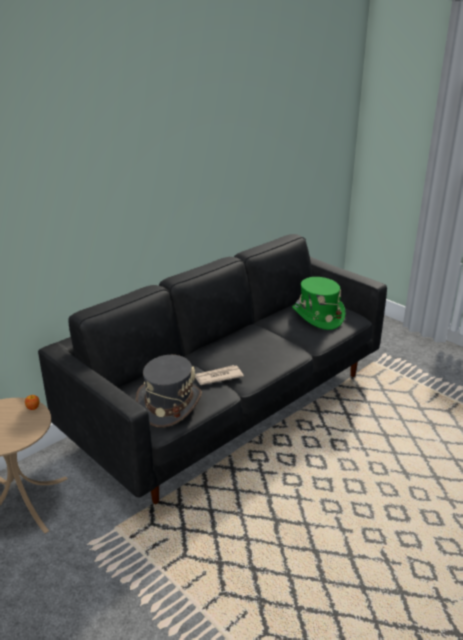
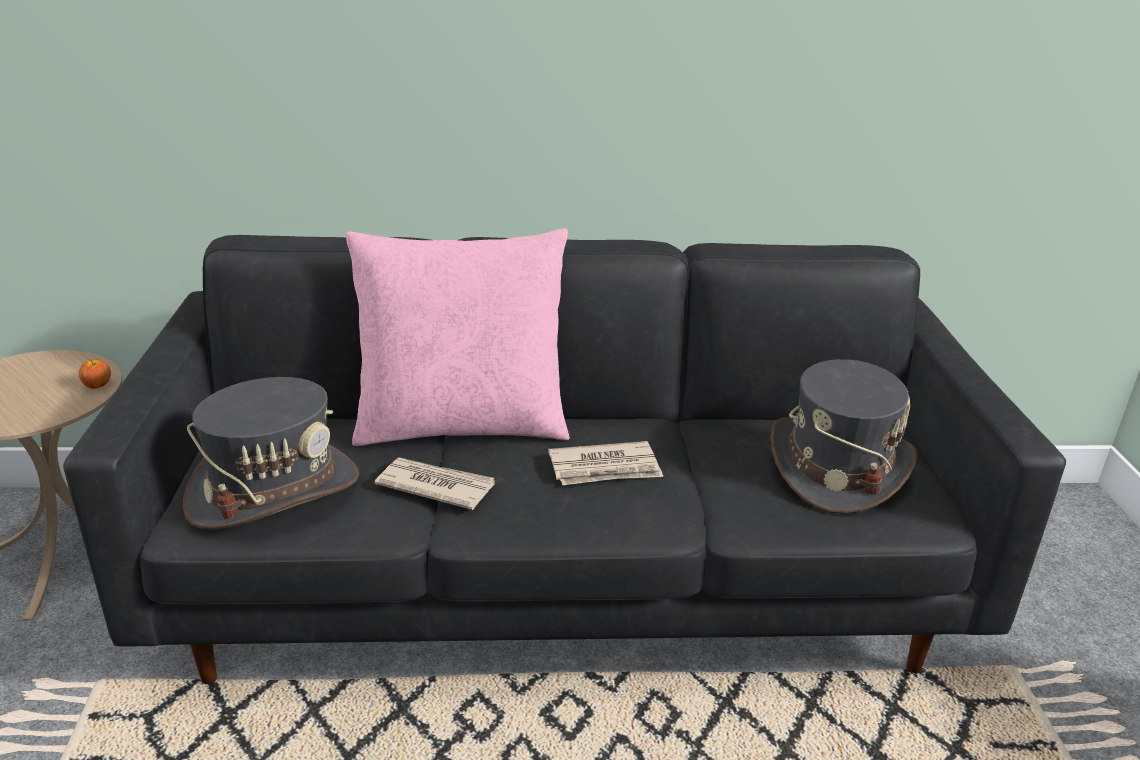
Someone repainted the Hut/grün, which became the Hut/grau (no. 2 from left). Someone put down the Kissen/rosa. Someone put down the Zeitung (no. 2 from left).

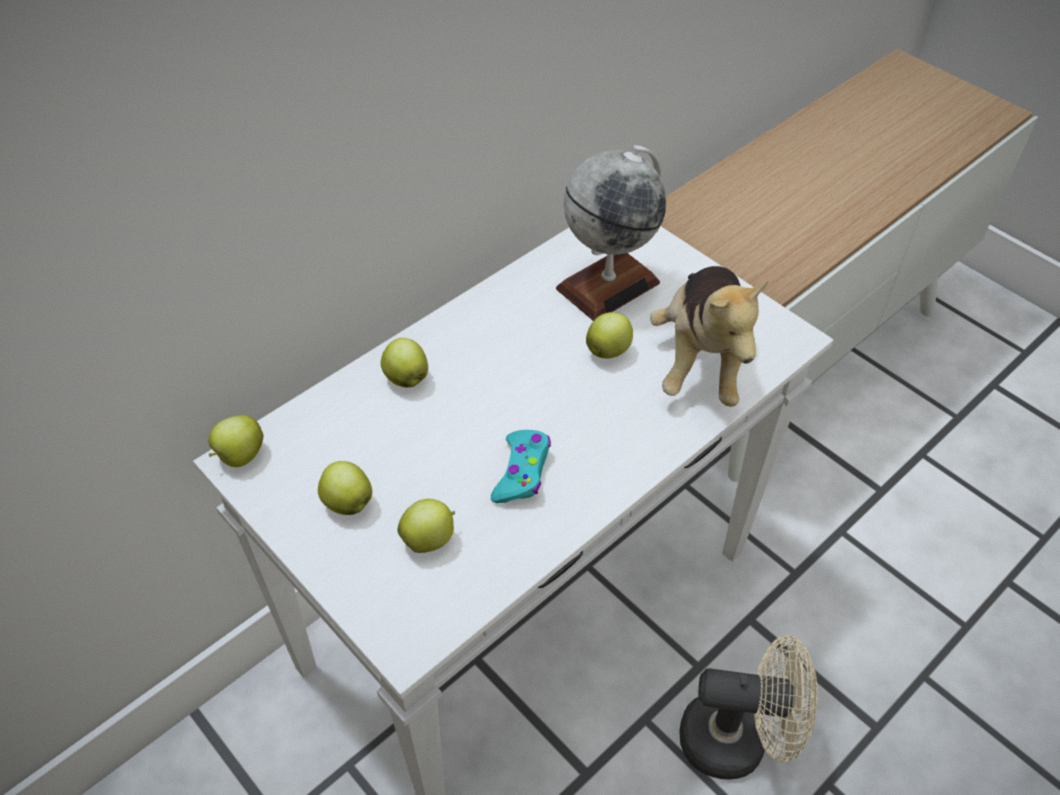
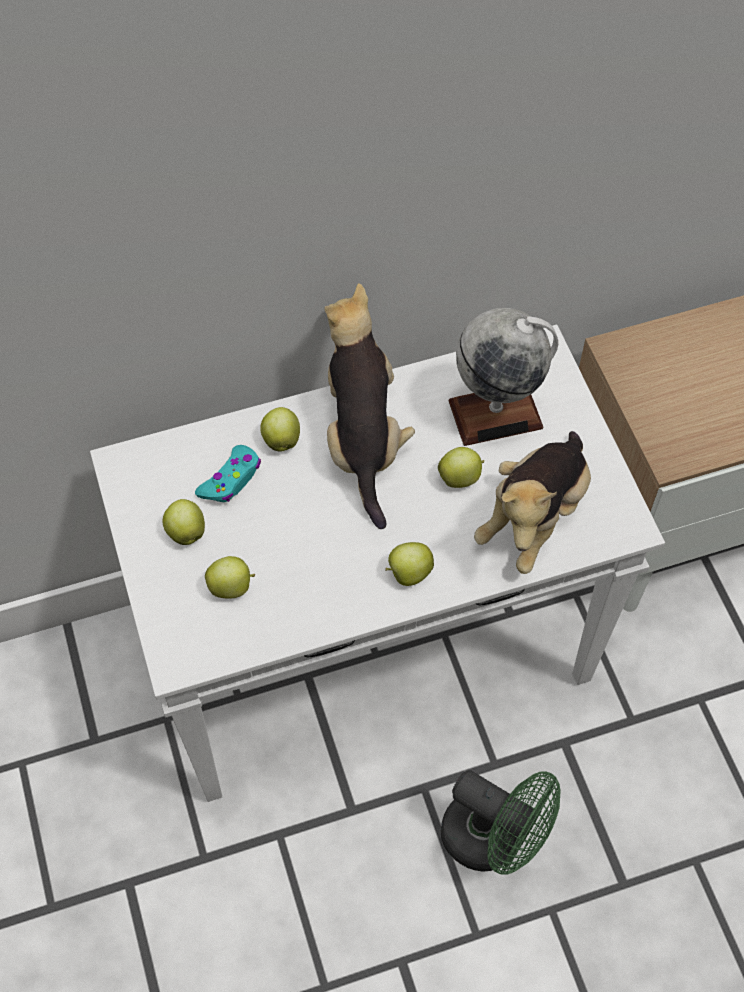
Someone carried the Apfel (no. 1 from left in the first image). Someone carried the Gamepad/türkis. Someone repainted the Ventilator/beige, which became the Ventilator/grün. Someone put down the Plüschtier (no. 1 from left).

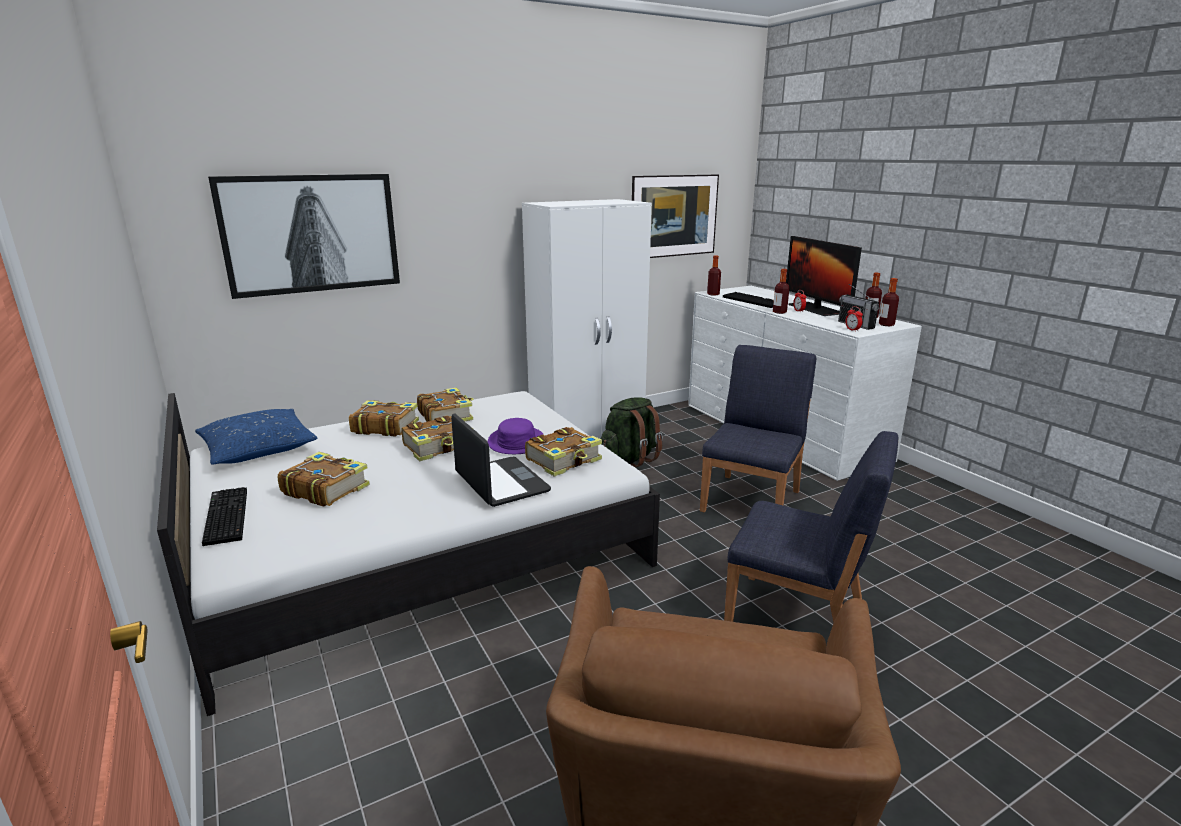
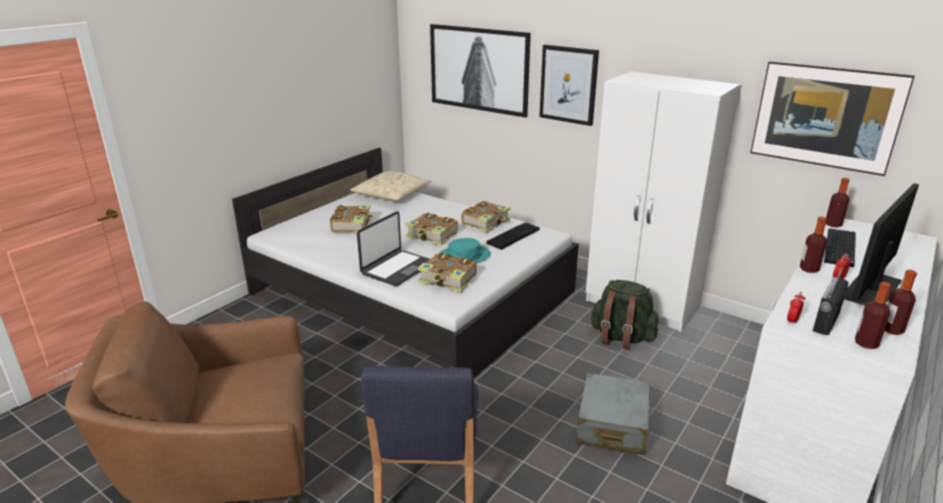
Someone swapped the Stuhl/blau (no. 1 from left) for the Koffer/grau. Someone took away the Buch (no. 2 from left). Someone repainted the Kissen/blau, which became the Kissen/beige. Someone repainted the Hut/lila, which became the Hut/türkis. Someone carried the Tastatur (no. 1 from left). Someone put up the Bild (no. 2 from left).

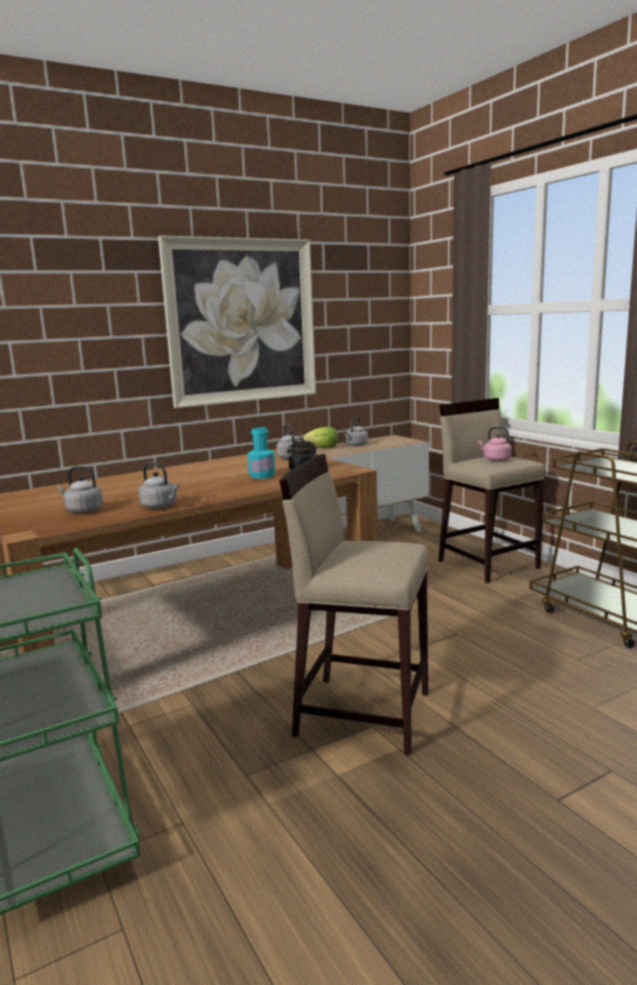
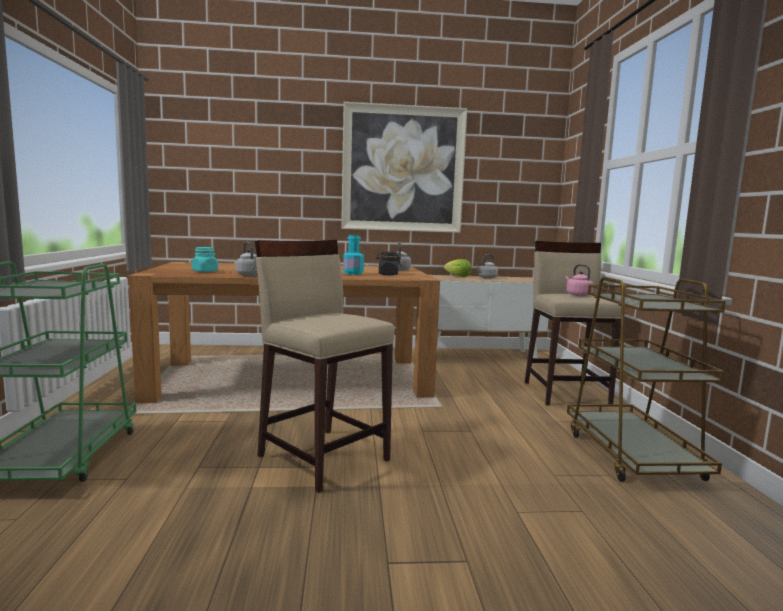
Someone swapped the Wasserkessel/grau (no. 1 from left) for the Vorratsglas/türkis.

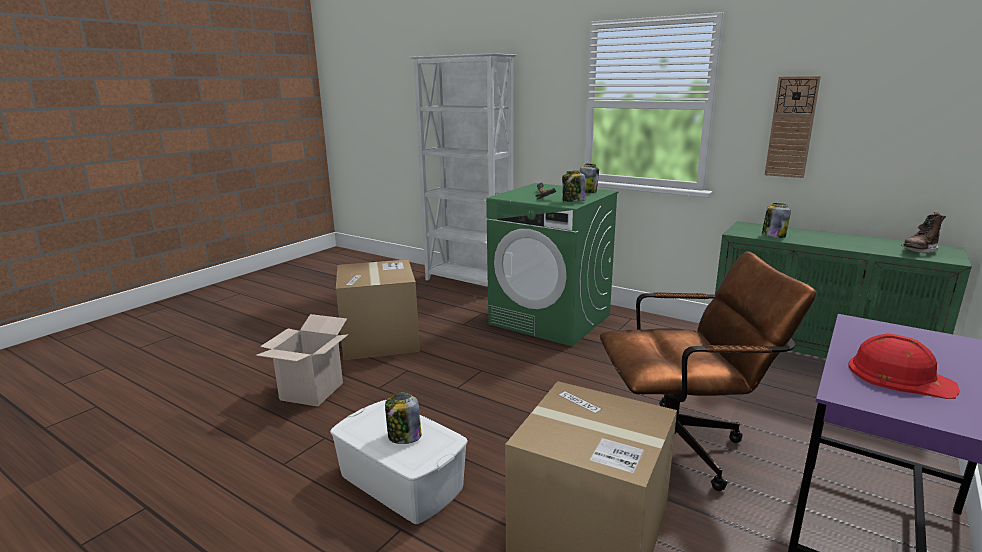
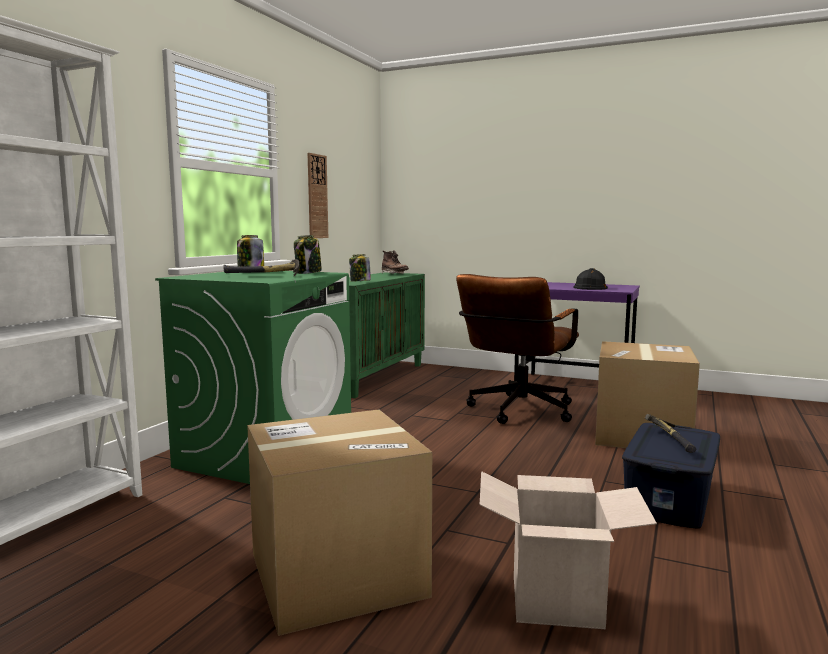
Someone rotated the Bürostuhl/braun by 135 degrees counterclockwise. Someone repainted the Schutzhelm/rot, which became the Schutzhelm/schwarz. Someone swapped the Vorratsglas (no. 1 from left) for the Hammer (no. 2 from left). Someone repainted the Aufbewahrungsbox/weiß, which became the Aufbewahrungsbox/blau.

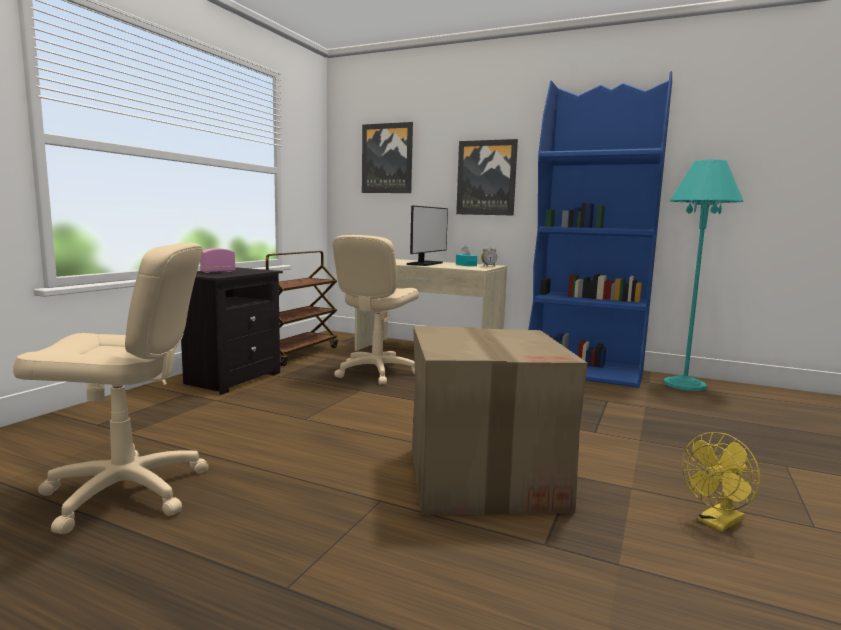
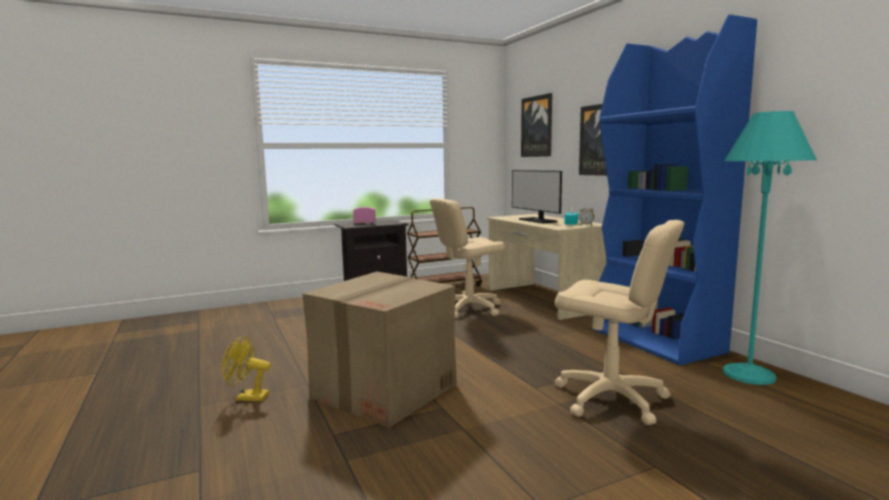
Someone rotated the Monitor by 90 degrees clockwise. Someone carried the Bürostuhl/beige (no. 1 from left in the first image). Someone carried the Ventilator/gelb.

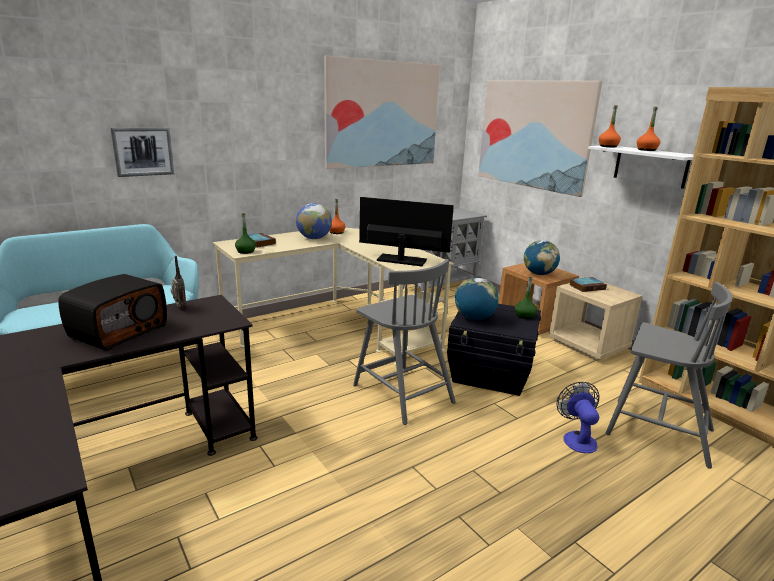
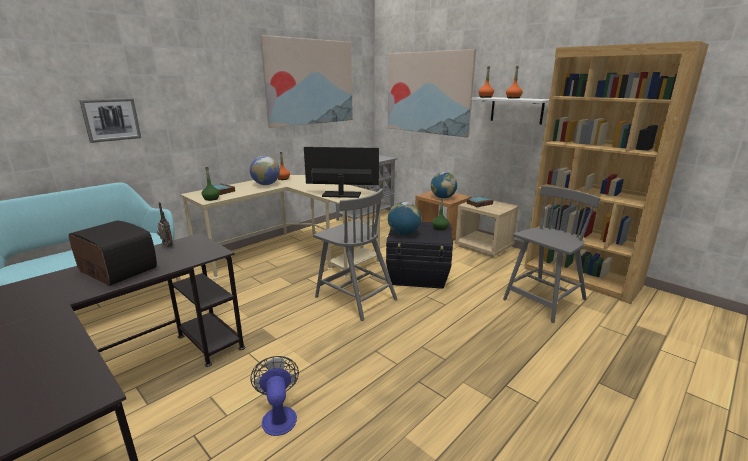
Someone rotated the Radio (no. 1 from left) by 75 degrees counterclockwise. Someone rotated the Stuhl/grau (no. 2 from left) by 60 degrees counterclockwise. Someone carried the Ventilator.

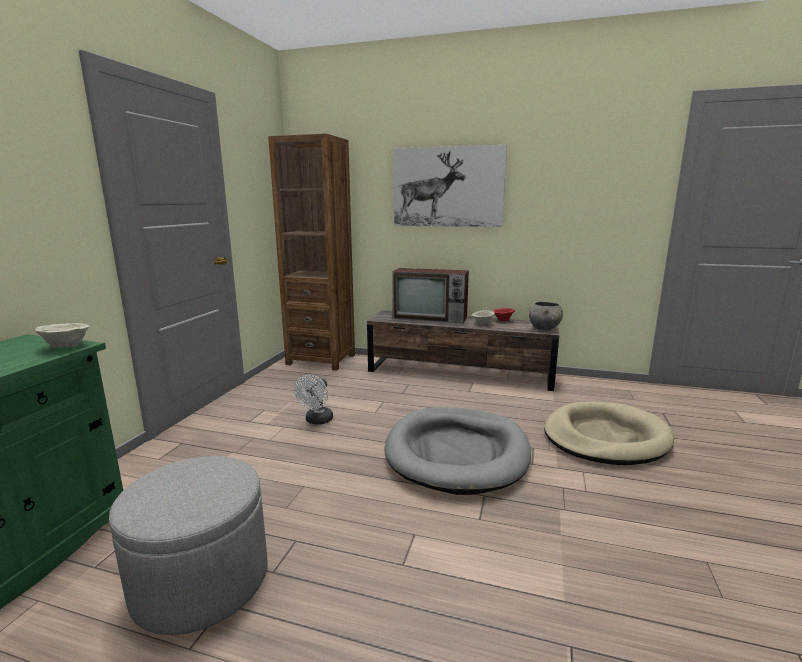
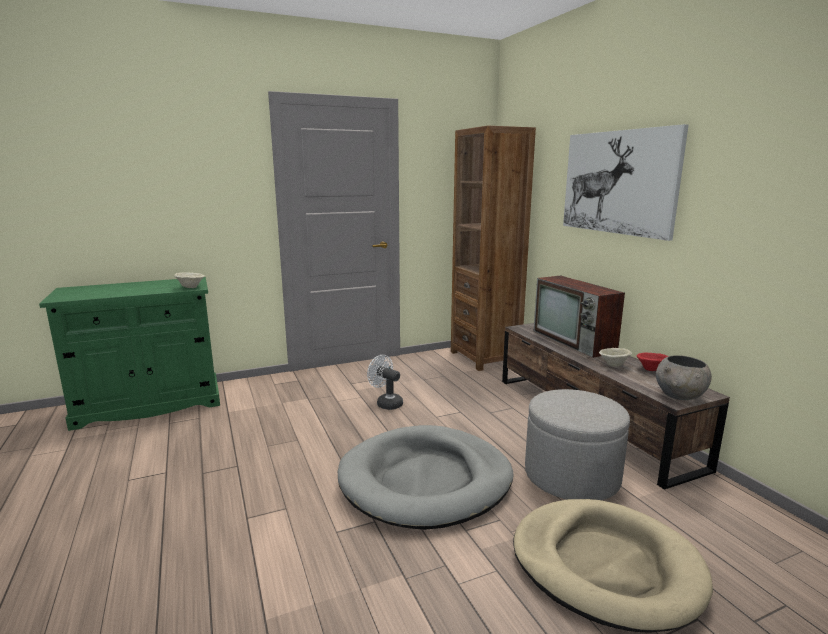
Someone rotated the Ventilator/weiß by 60 degrees clockwise. Someone carried the Polsterhocker/grau.

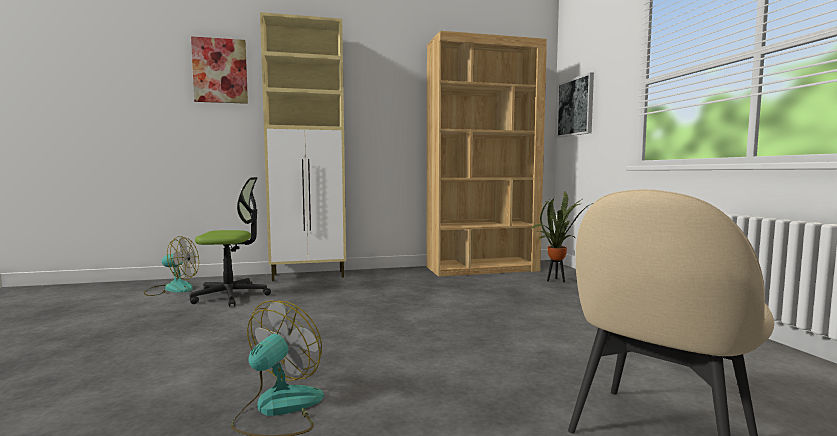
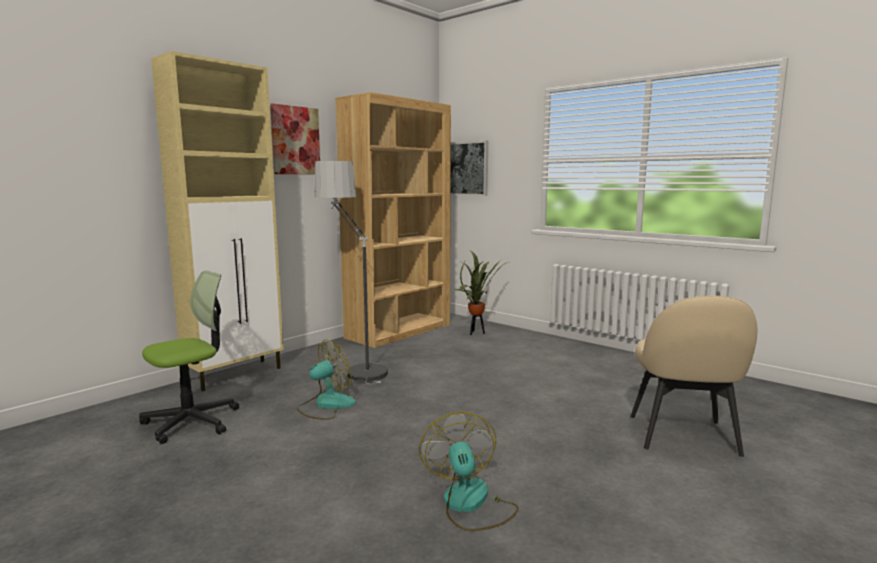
Someone carried the Bild (no. 1 from left). Someone carried the Ventilator (no. 1 from left). Someone put down the Stehlampe.

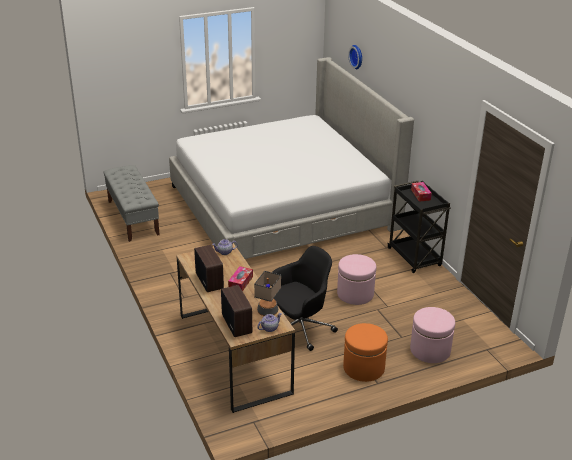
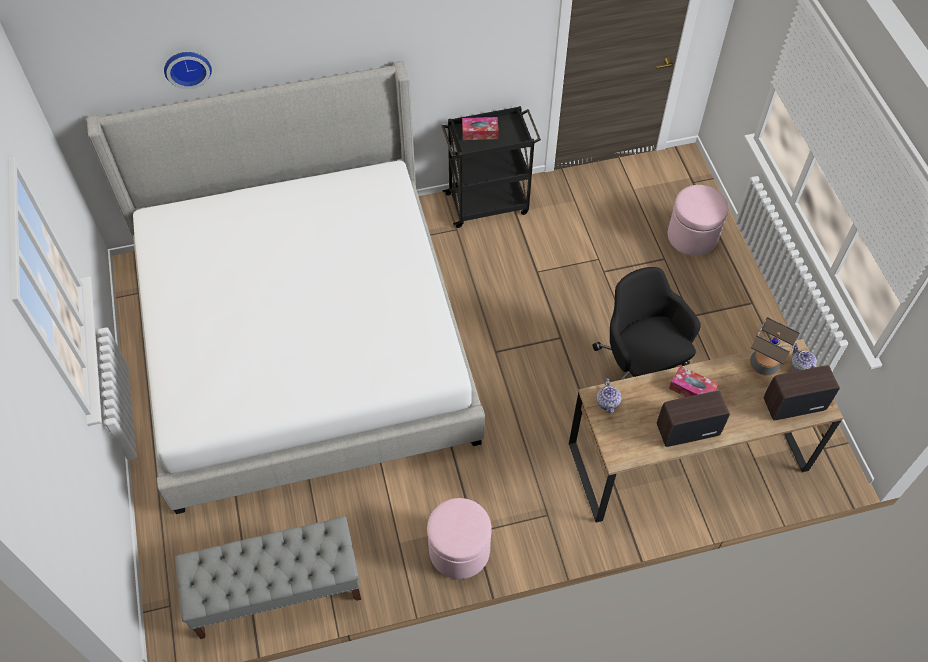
Someone carried the Polsterhocker/rosa (no. 1 from left). Someone took away the Polsterhocker/orange.

